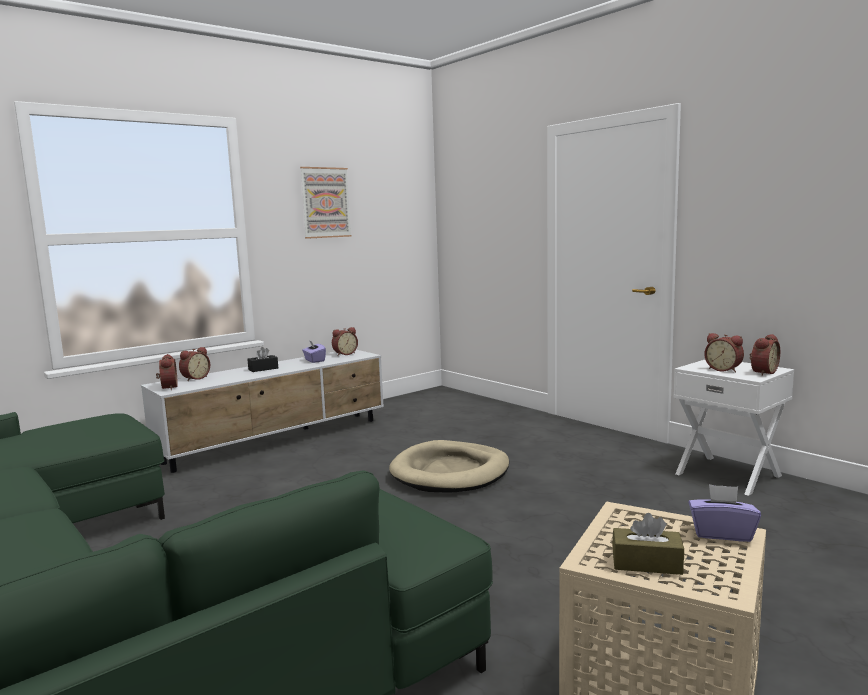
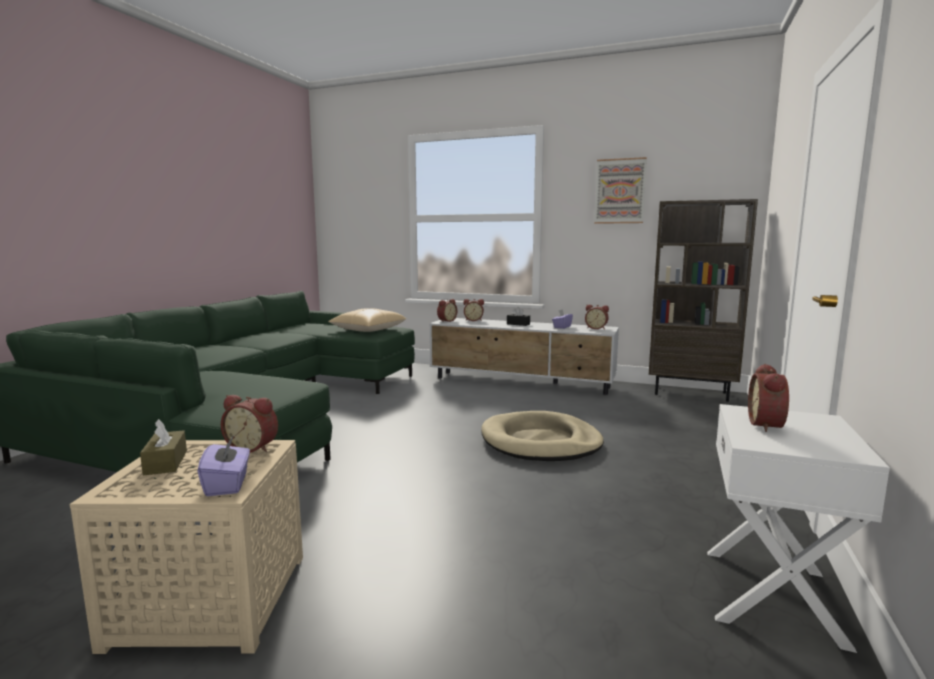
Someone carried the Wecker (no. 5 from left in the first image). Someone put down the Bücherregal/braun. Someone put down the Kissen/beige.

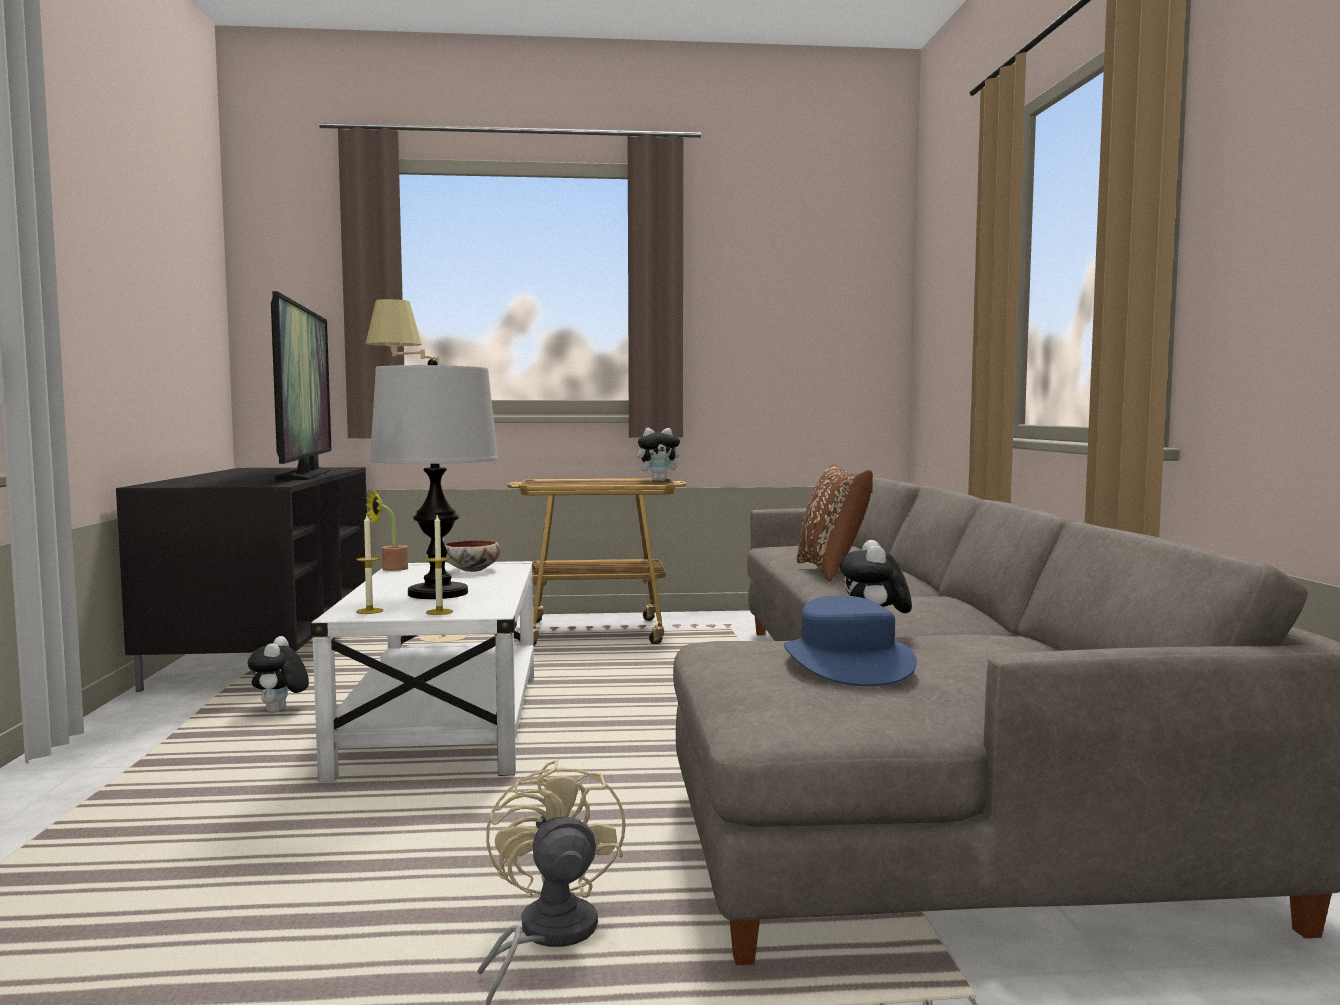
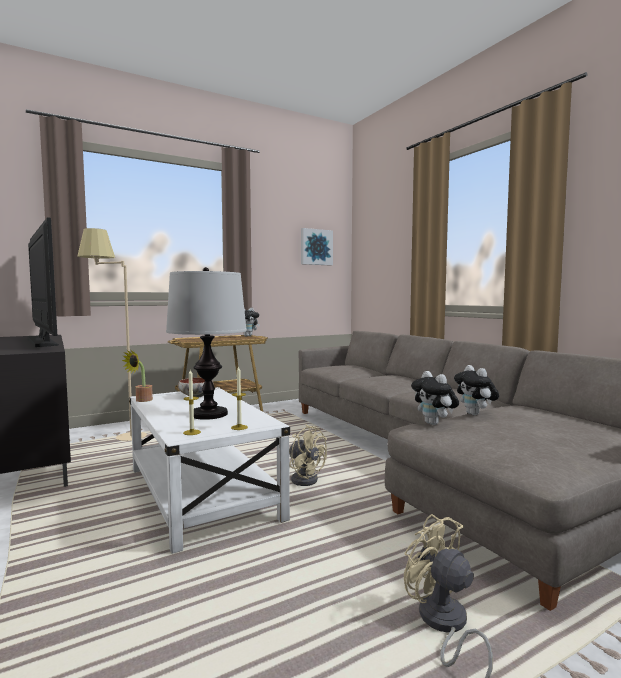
Someone took away the Kissen/braun. Someone took away the Hut/blau. Someone carried the Plüschtier (no. 1 from left in the first image). Someone put up the Bild. Someone put down the Ventilator/beige (no. 1 from left).

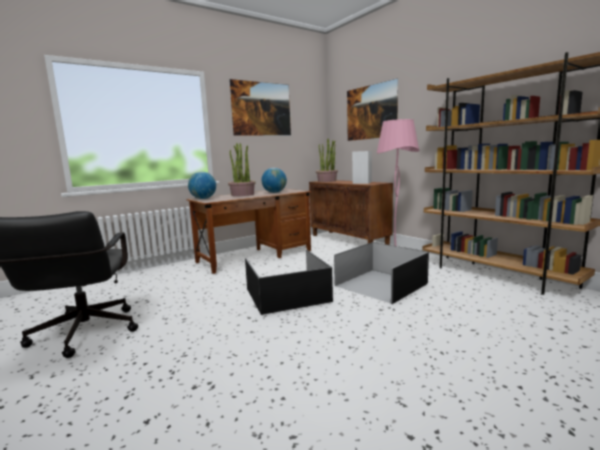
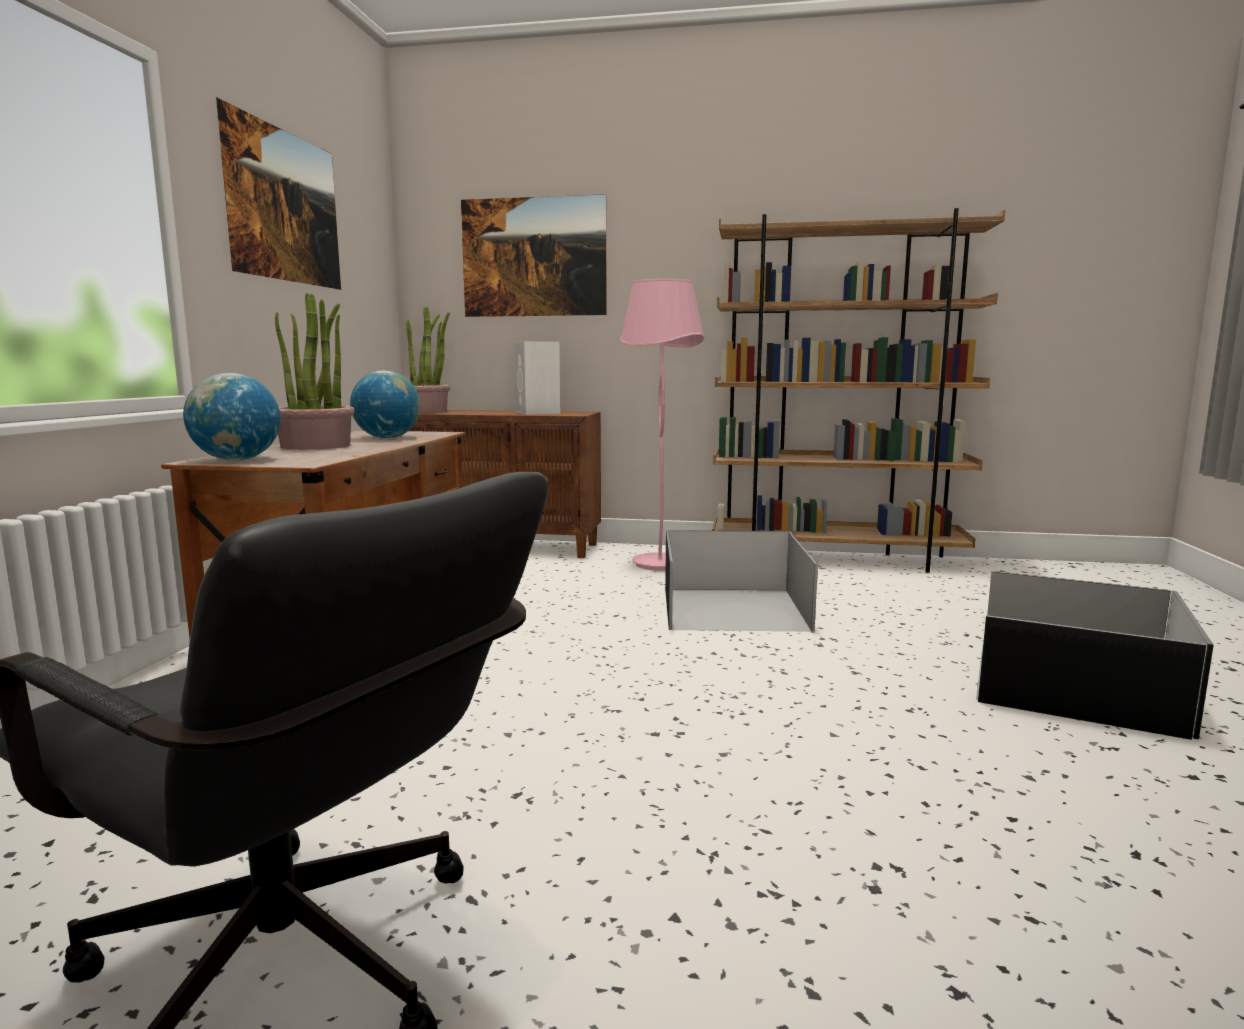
Someone carried the Aufbewahrungsbox/schwarz (no. 1 from left in the first image).

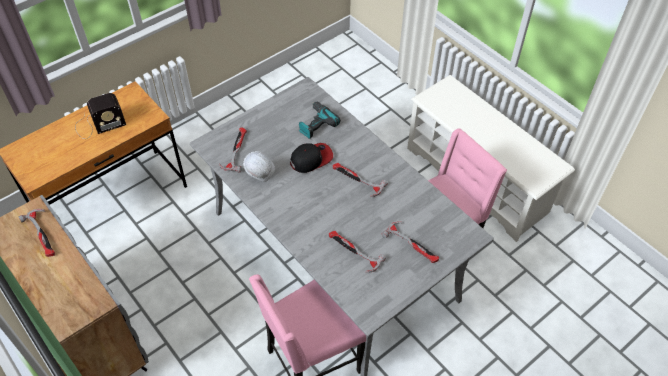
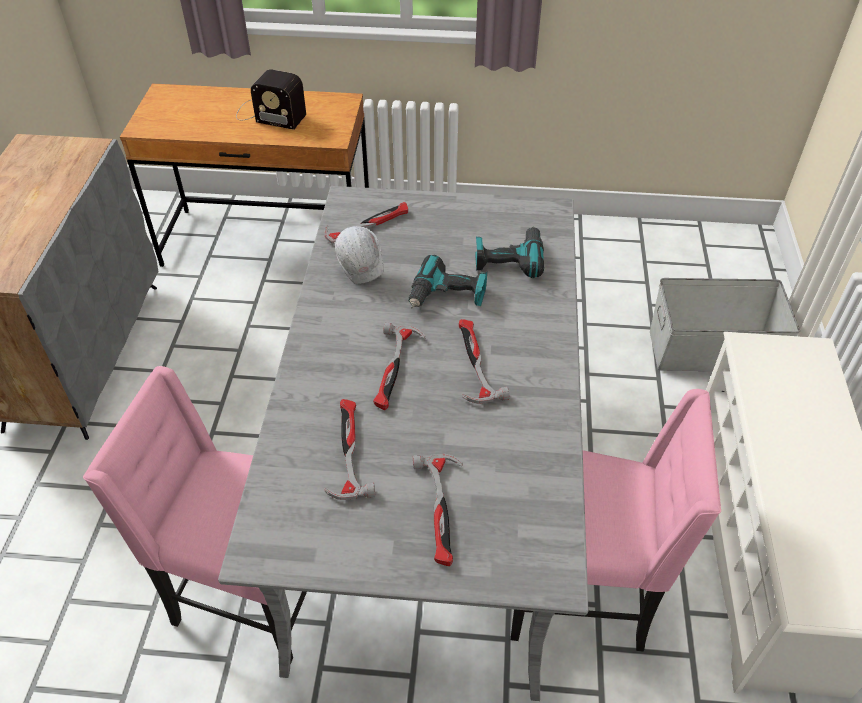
Someone swapped the Kappe for the Bohrmaschine (no. 1 from left). Someone carried the Hammer (no. 1 from left in the first image). Someone put down the Aufbewahrungsbox/grau.

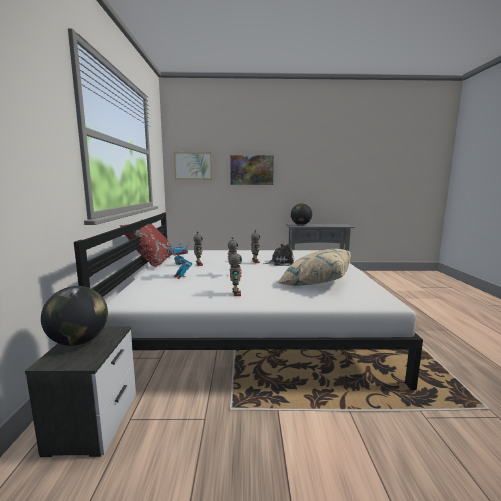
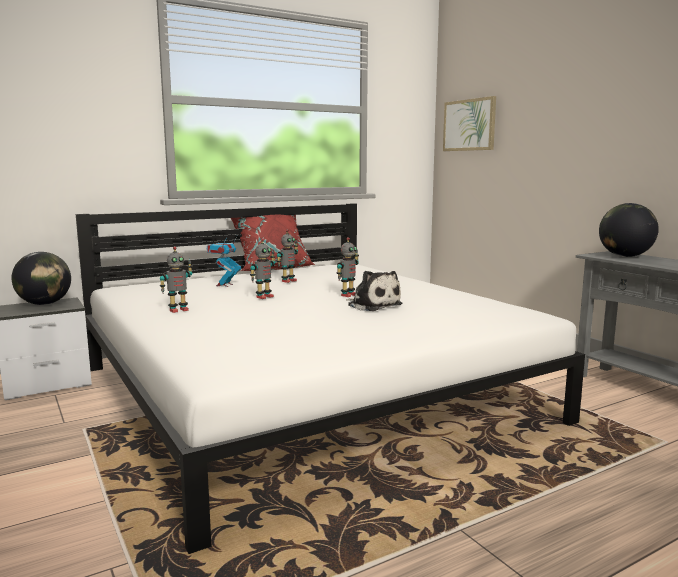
Someone took away the Bild (no. 2 from left). Someone took away the Kissen/beige.

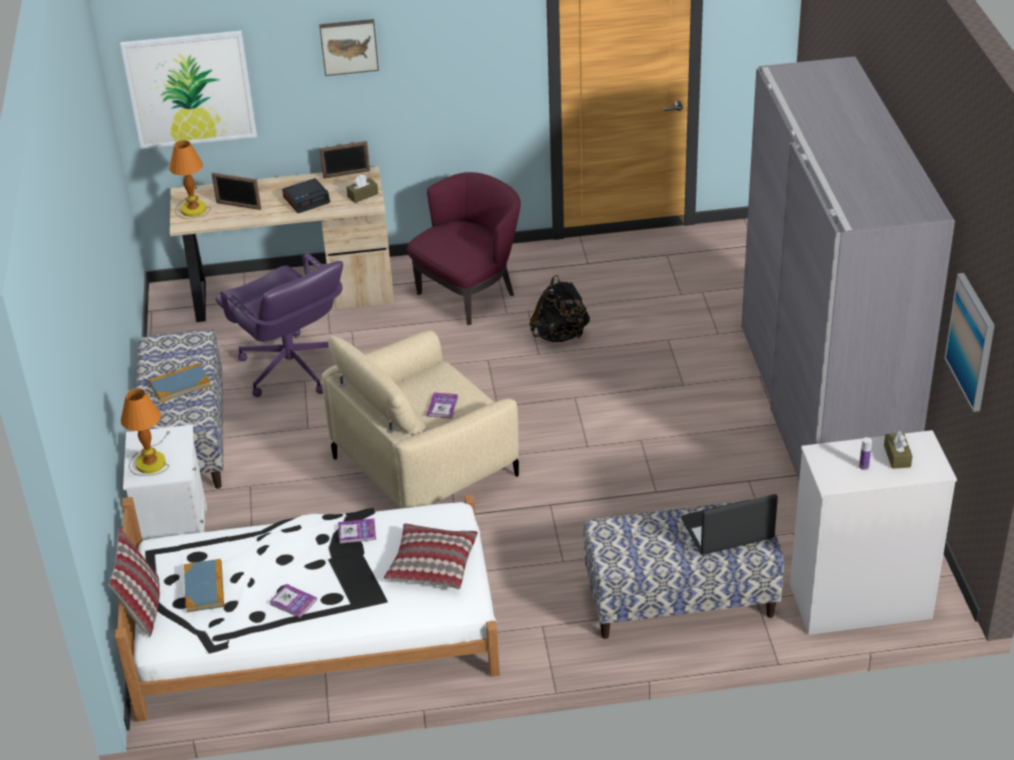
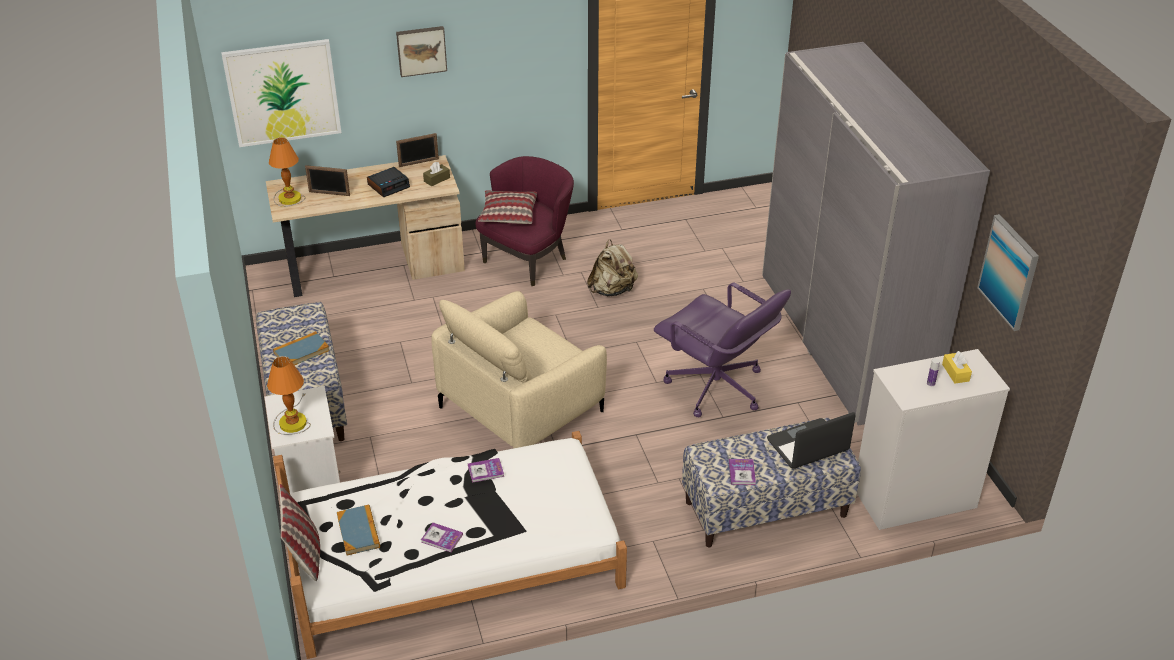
Someone carried the Bürostuhl/lila. Someone repainted the Rucksack/schwarz, which became the Rucksack/beige. Someone carried the Buch (no. 5 from left). Someone repainted the Taschentuchbox/braun (no. 2 from left), which became the Taschentuchbox/gelb. Someone carried the Kissen (no. 2 from left).

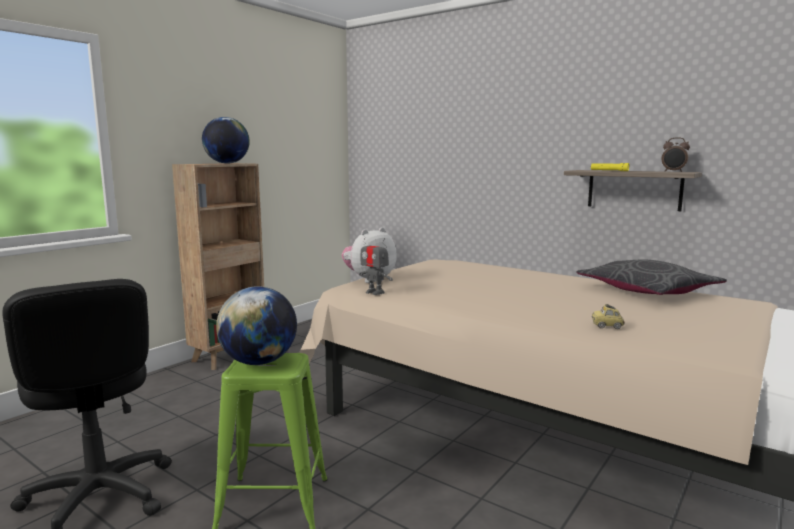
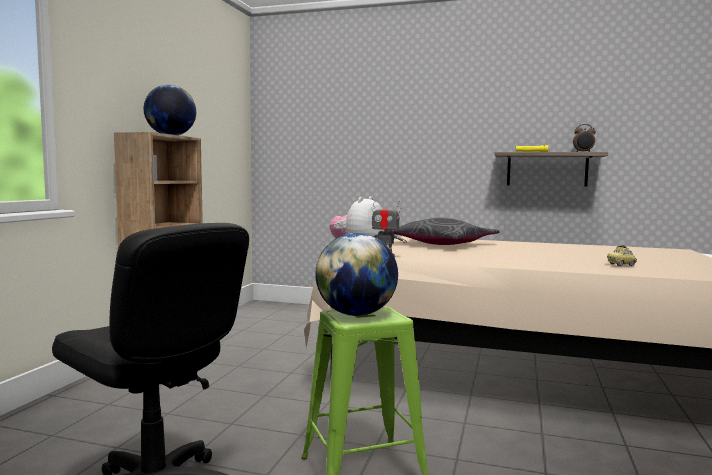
Someone carried the Kissen/grau.

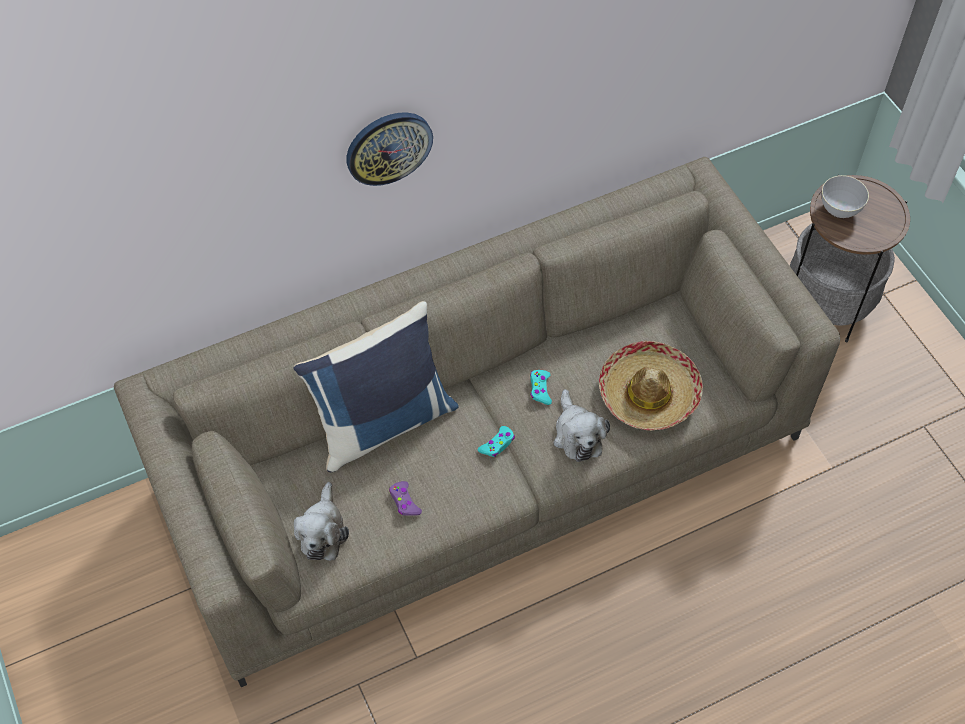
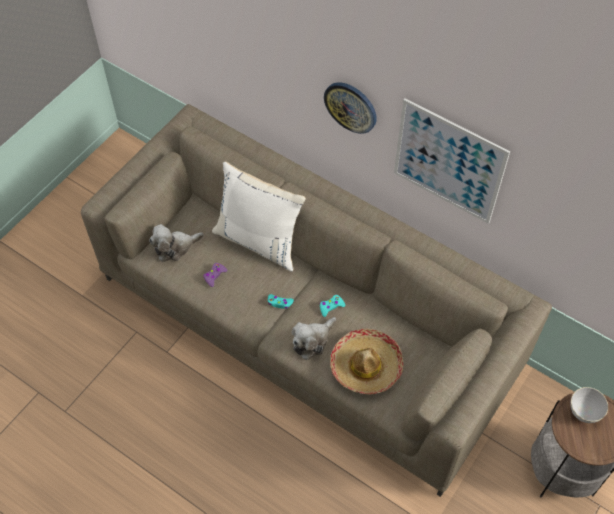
Someone repainted the Kissen/blau, which became the Kissen/weiß. Someone put up the Bild.

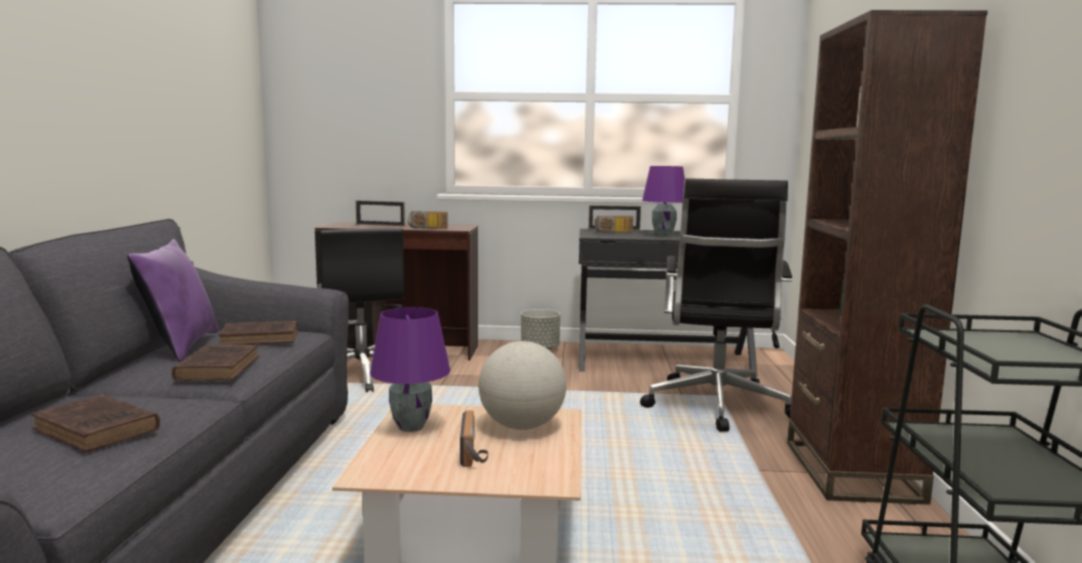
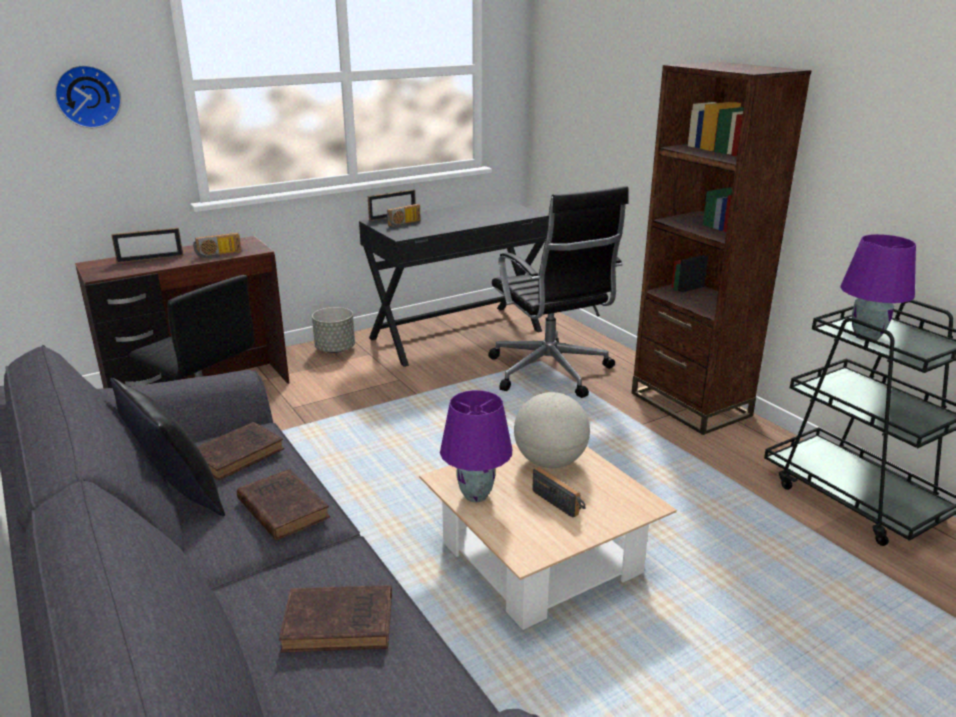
Someone carried the Tischlampe/lila (no. 2 from left). Someone repainted the Kissen/lila, which became the Kissen/schwarz. Someone put up the Wanduhr.

